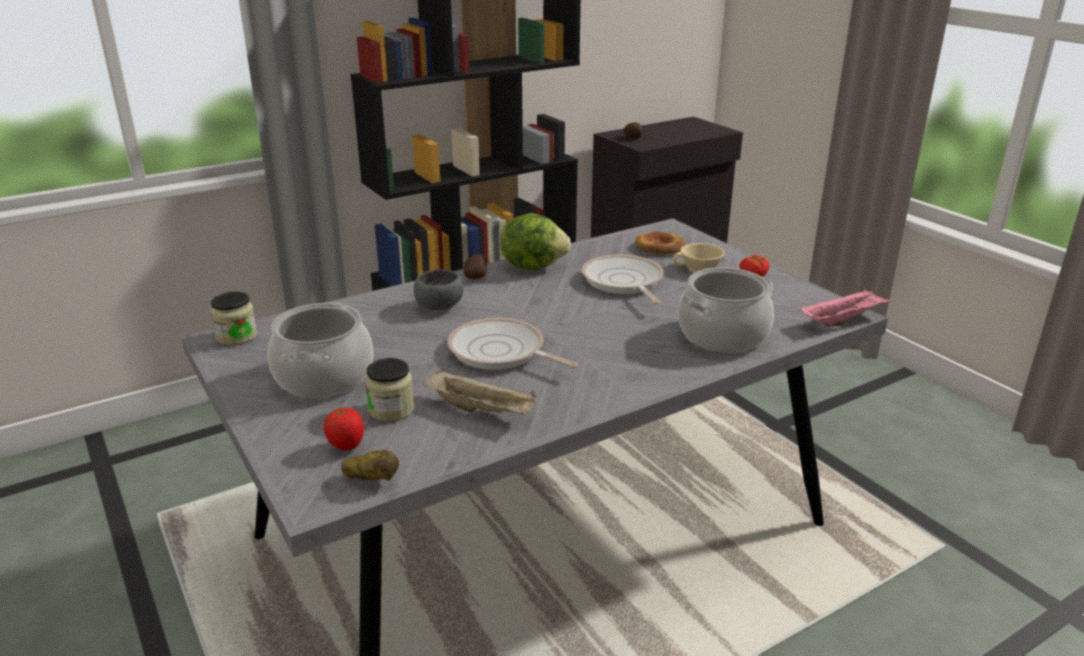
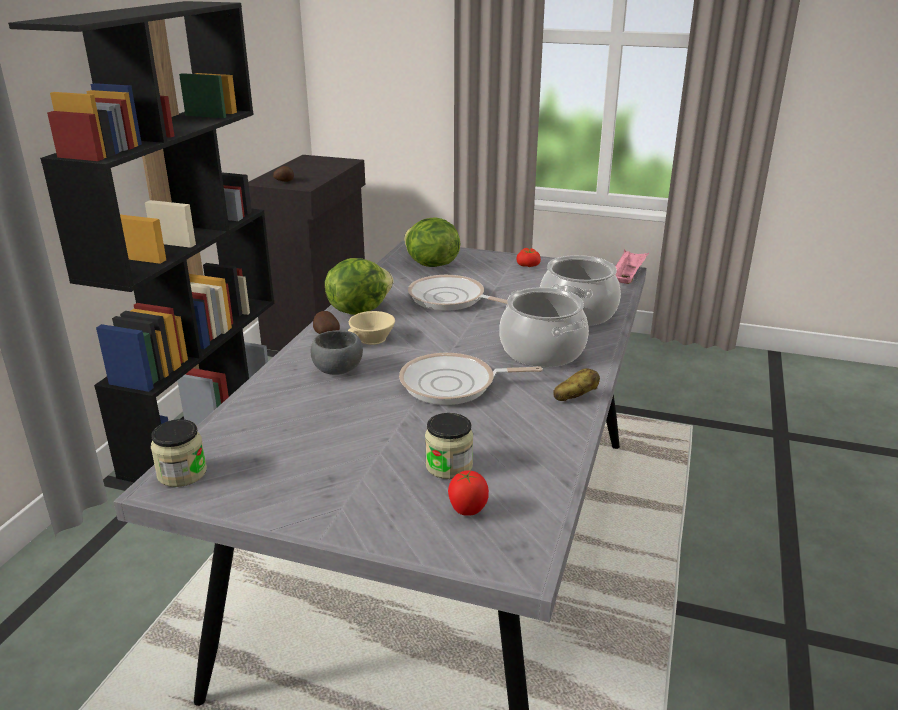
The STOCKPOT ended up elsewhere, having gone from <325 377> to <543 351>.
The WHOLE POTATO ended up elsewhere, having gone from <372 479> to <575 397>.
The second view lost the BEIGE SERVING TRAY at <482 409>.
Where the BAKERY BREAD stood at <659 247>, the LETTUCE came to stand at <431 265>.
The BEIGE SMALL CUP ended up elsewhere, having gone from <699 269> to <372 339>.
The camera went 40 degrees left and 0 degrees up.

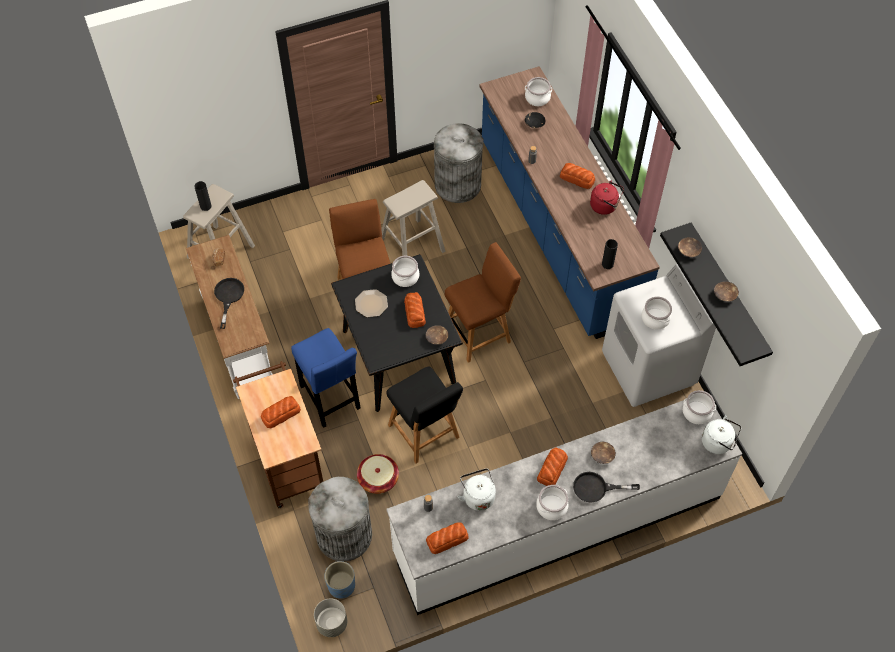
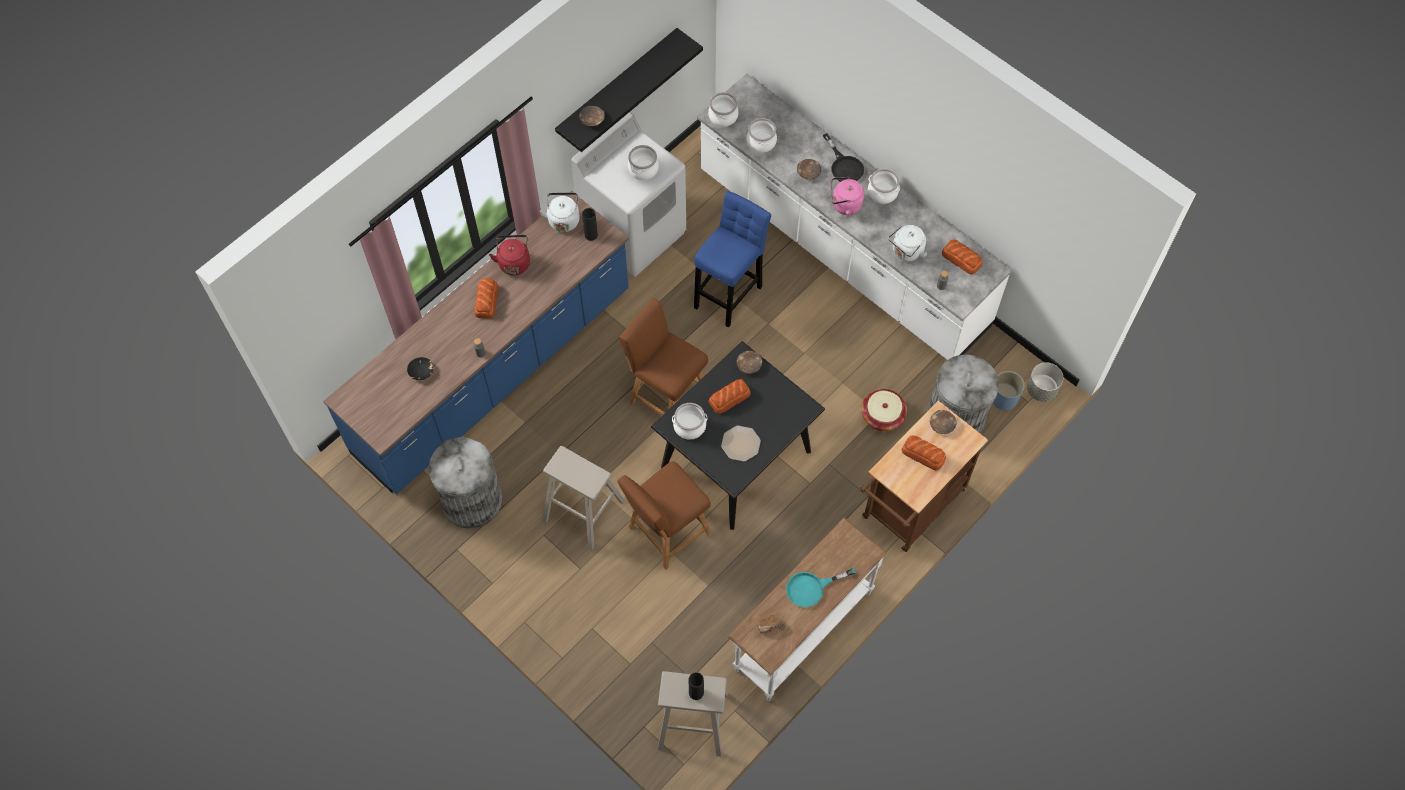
What was the BLACK SKILLET at <228 297> turned into the TURQUOISE-COLOURED SKILLET at <811 588>.
The BLUE STOOL SEAT ended up elsewhere, having gone from <330 400> to <730 293>.
The second view lost the BLACK PLAIN CHAIR at <425 434>.
The STOCKPOT ended up elsewhere, having gone from <537 98> to <761 142>.
Where the BAKERY BREAD stood at <552 468>, the PINKISH WATER KETTLE came to stand at <844 205>.
The WHITE-COLOURED WATER KETTLE ended up elsewhere, having gone from <718 442> to <563 219>.
The BROWN-COLOURED DEEP DISH ended up elsewhere, having gone from <725 294> to <942 424>.
The camera went 115 degrees left and 5 degrees up.

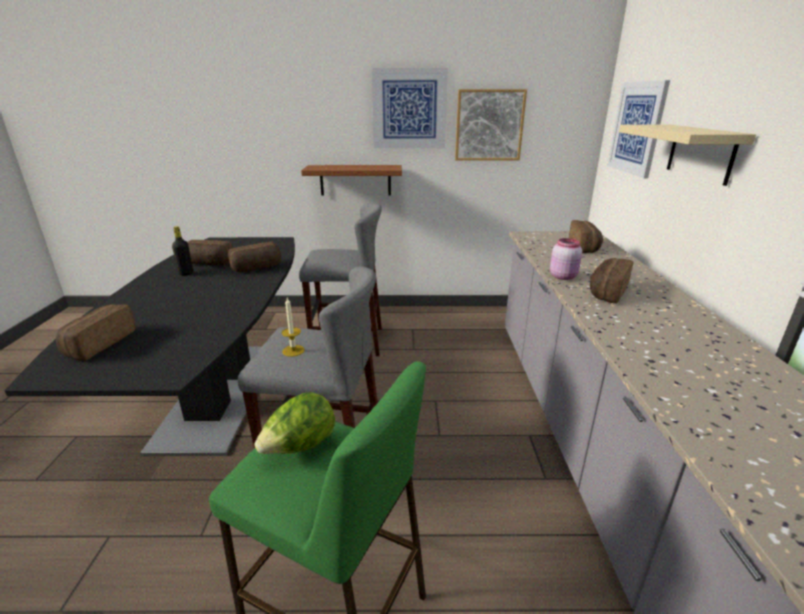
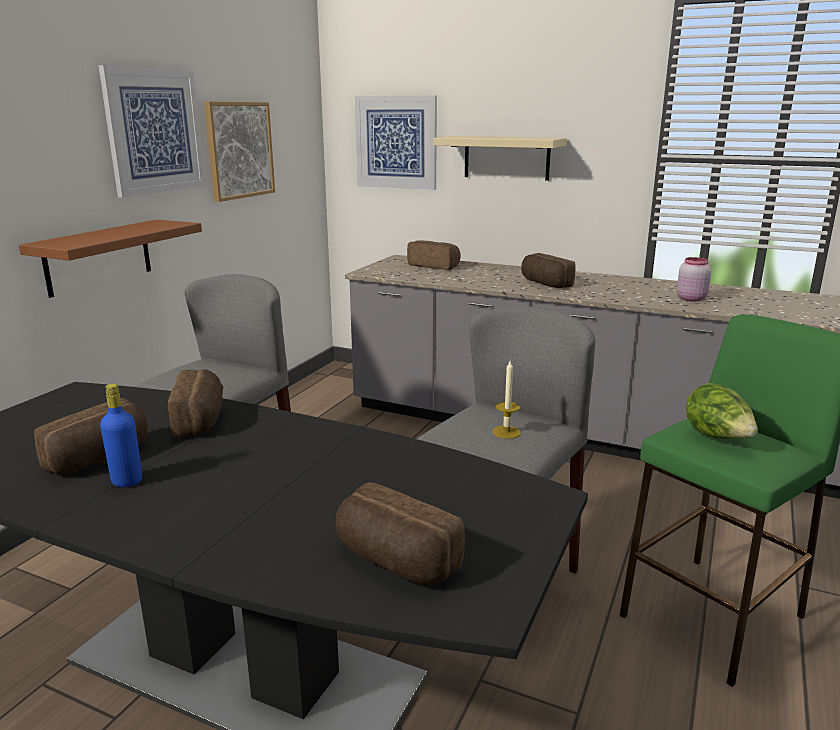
What was the BLACK DRINK BOTTLE at <186 273> turned into the BLUE DRINK BOTTLE at <127 481>.
The PINKISH STORAGE JAR ended up elsewhere, having gone from <563 276> to <690 298>.
The camera went 65 degrees left and 5 degrees down.

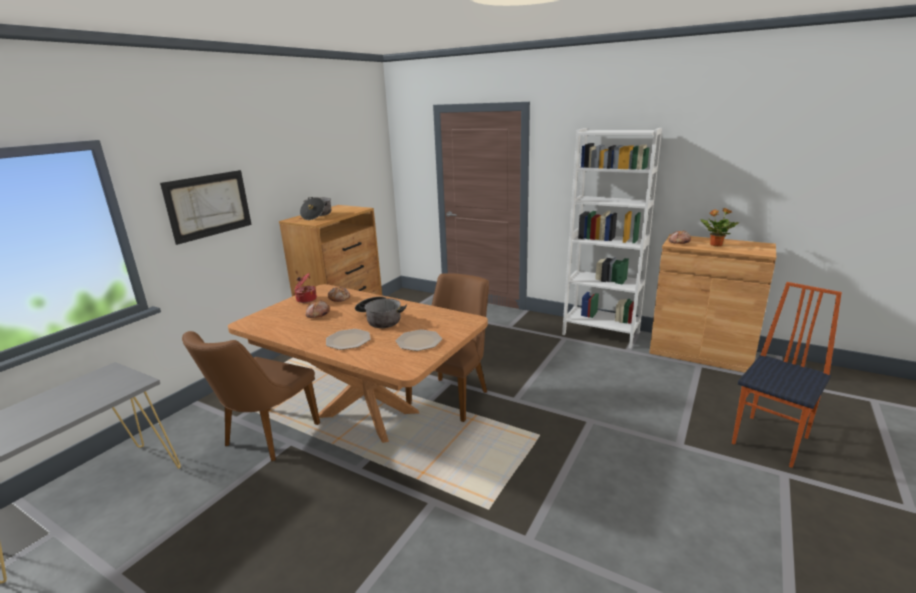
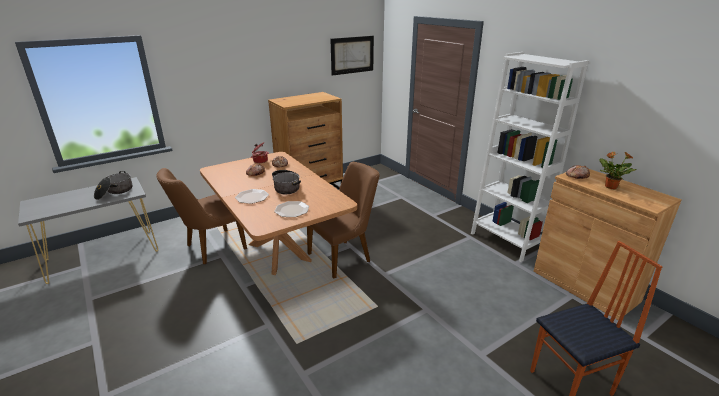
The WALL ART ended up elsewhere, having gone from <209 205> to <352 55>.
The STOCKPOT ended up elsewhere, having gone from <317 215> to <114 192>.
The camera went 25 degrees right and 5 degrees up.

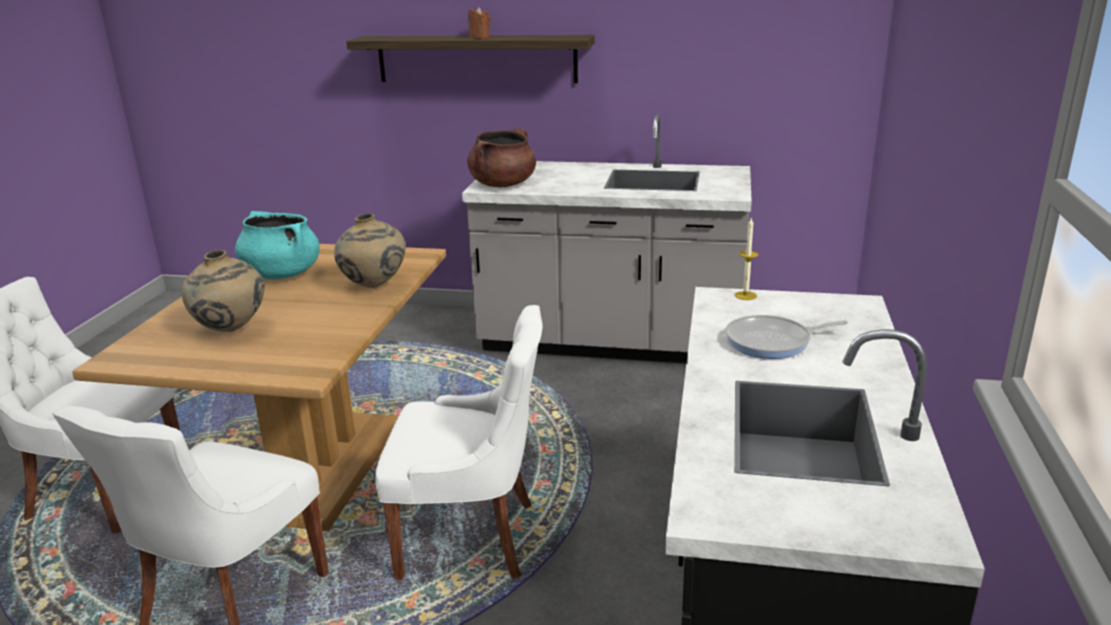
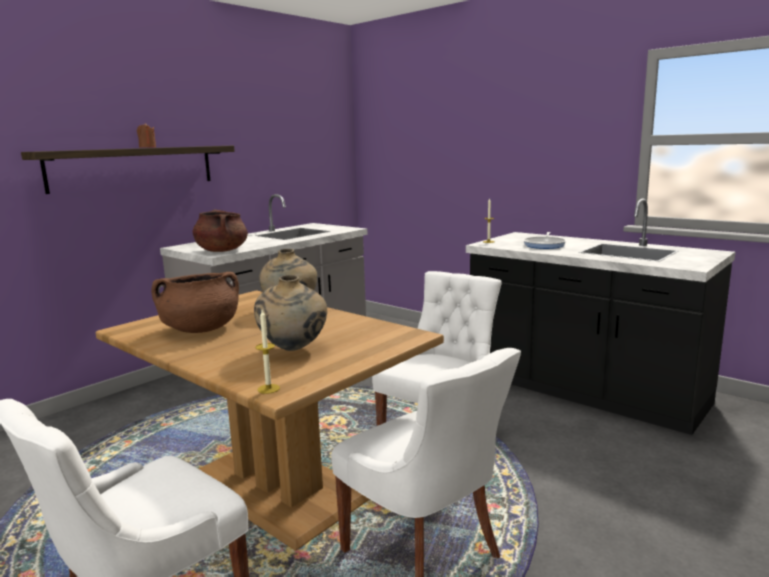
What was the TURQUOISE-COLOURED STOCKPOT at <281 274> turned into the BROWN-COLOURED STOCKPOT at <201 329>.
The second view gained the WAX CANDLE at <268 389>.
The camera went 60 degrees left and 10 degrees down.

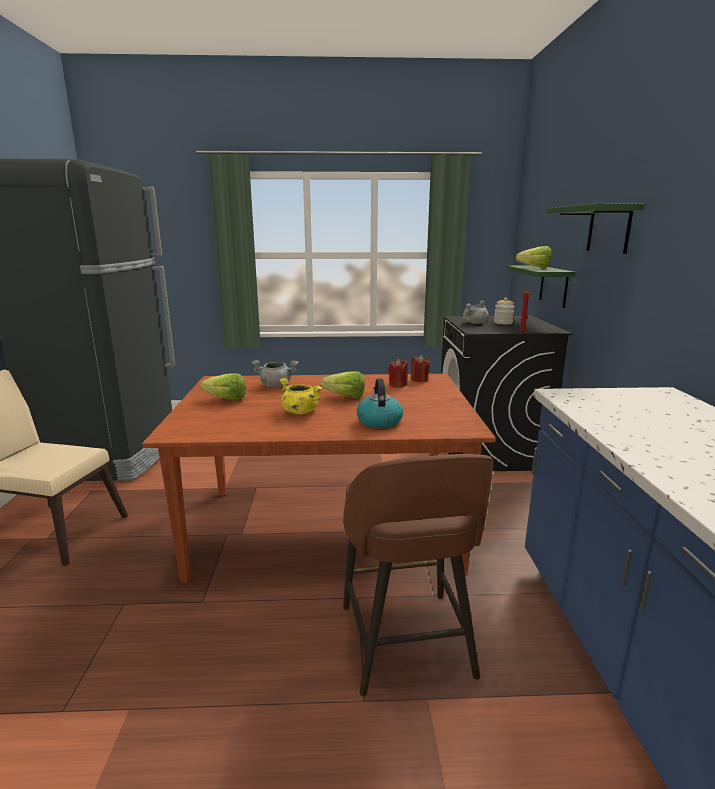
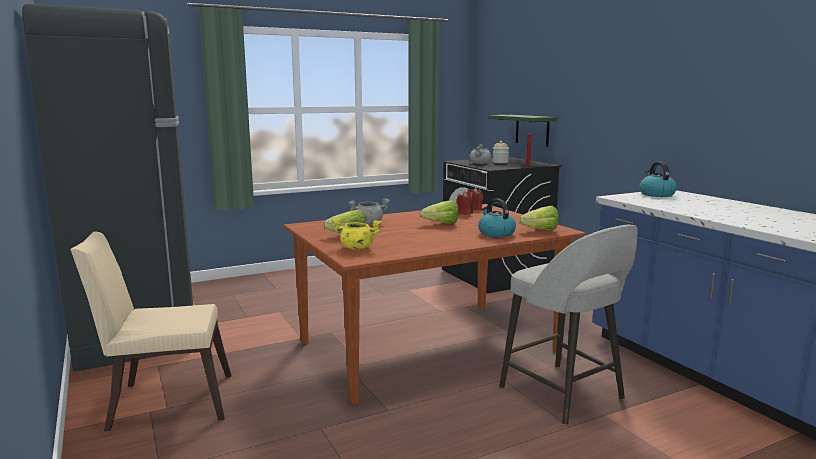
The YELLOW STOCKPOT ended up elsewhere, having gone from <300 412> to <356 248>.
What was the BROWN-COLOURED STOOL SEAT at <406 644> turned into the GREYISH STOOL SEAT at <564 394>.
The LETTUCE ended up elsewhere, having gone from <532 267> to <536 231>.
The second view lost the GREEN BRACKET SHELF at <609 229>.
The second view gained the WATER KETTLE at <656 194>.
The camera went 25 degrees left and 5 degrees down.

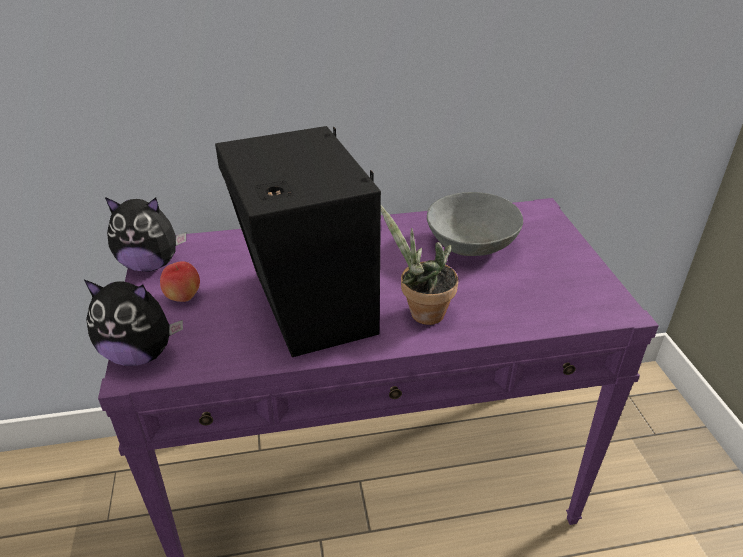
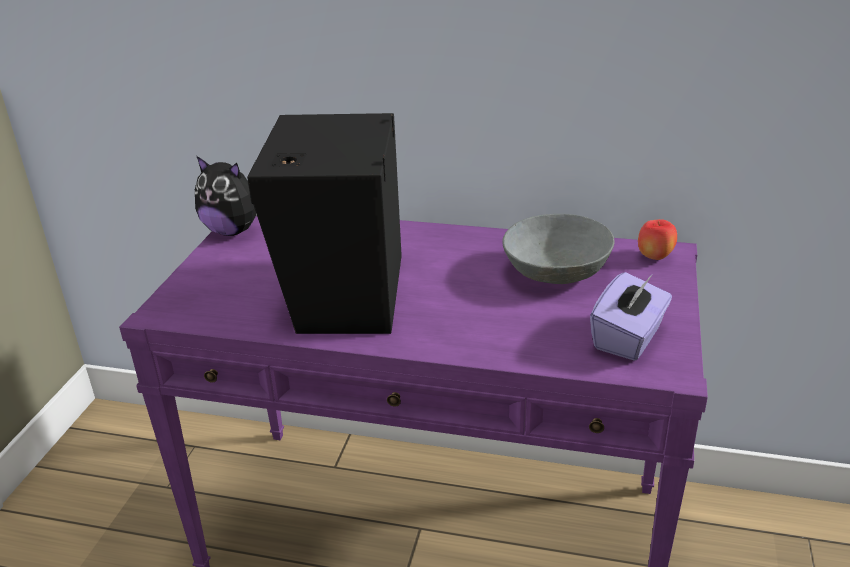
The second view lost the CUDDLY TOY at <140 354>.
The APPLE ended up elsewhere, having gone from <183 298> to <654 257>.
The second view lost the HOUSEPLANT at <421 313>.
The second view gained the PURPLE-COLOURED TISSUE HOLDER at <628 338>.
The camera went 25 degrees right and 5 degrees down.

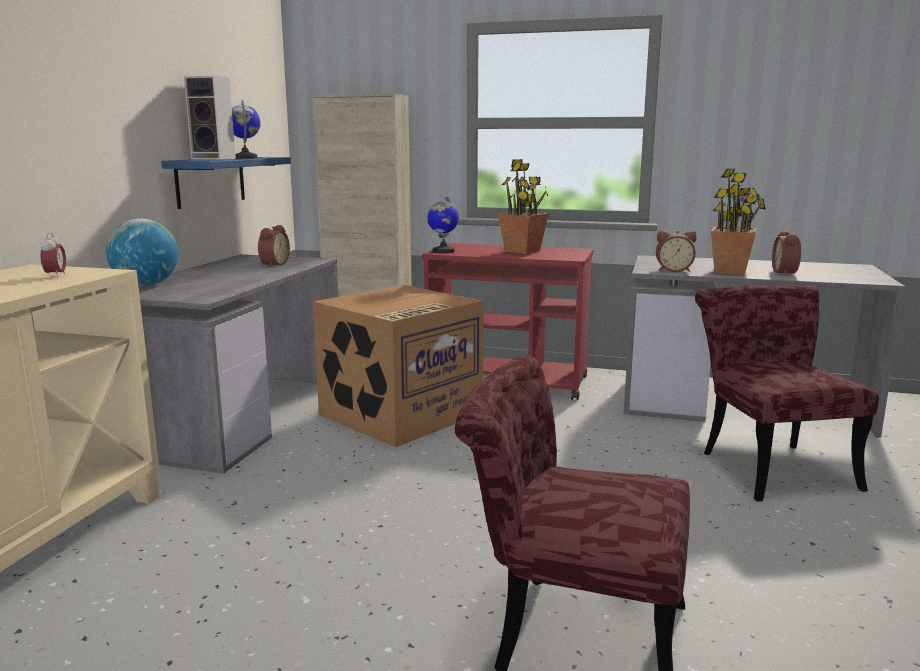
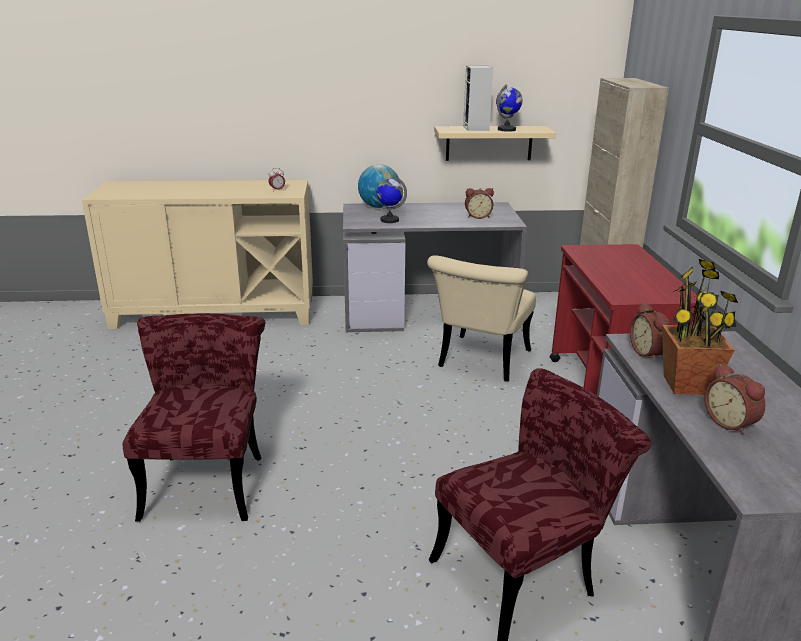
What was the BLUE BRACKET SHELF at <211 181> turned into the BEIGE BRACKET SHELF at <489 143>.
Where the CARTON stood at <400 415>, the BEIGE PLAIN CHAIR came to stand at <480 363>.
The WORLD GLOBE ended up elsewhere, having gone from <443 251> to <389 220>.
The second view lost the HOUSEPLANT at <522 251>.
The TABLE CLOCK at <786 273> ended up facing another way, 105 degrees counterclockwise from before.
The camera went 70 degrees right and 10 degrees up.

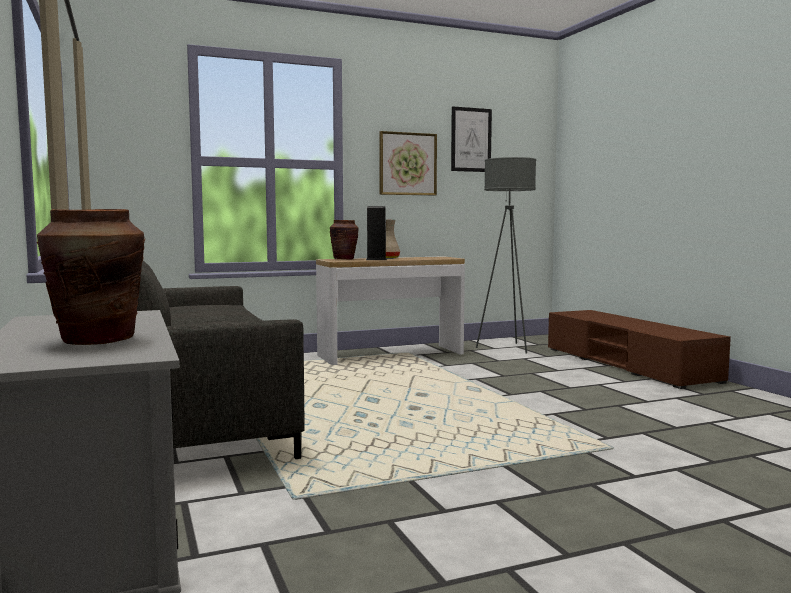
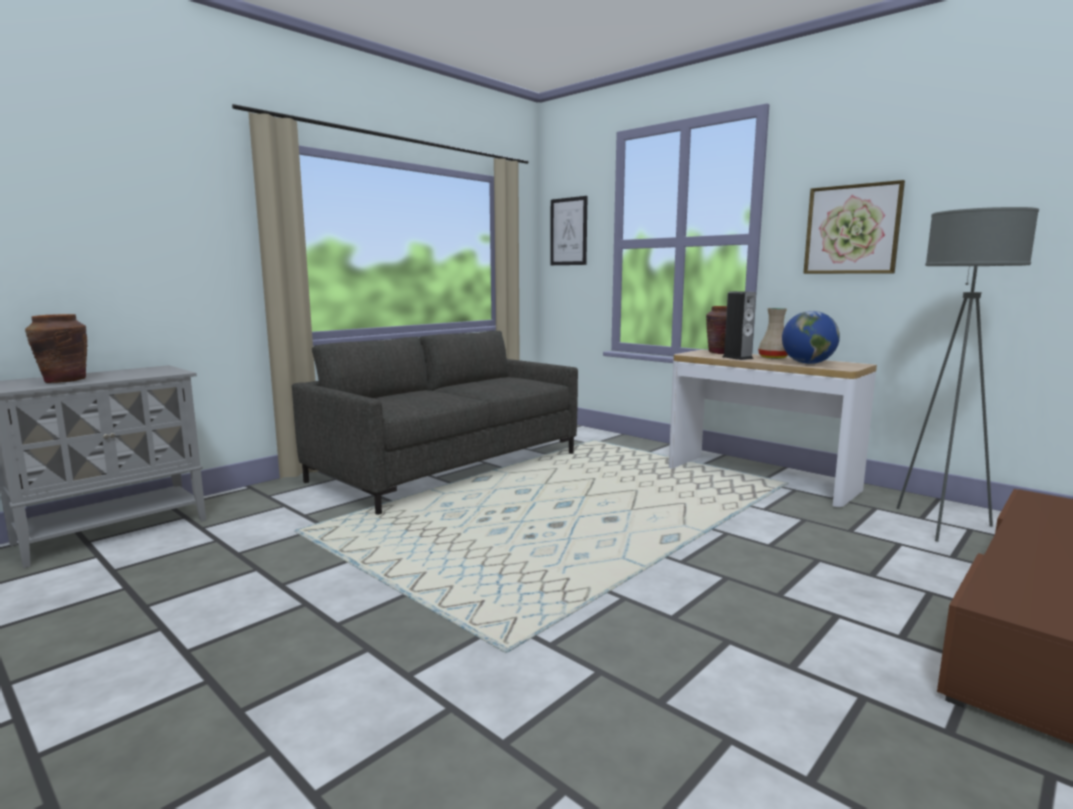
The WALL ART ended up elsewhere, having gone from <471 139> to <568 231>.
The second view gained the WORLD GLOBE at <808 363>.
The camera went 65 degrees right and 5 degrees up.

